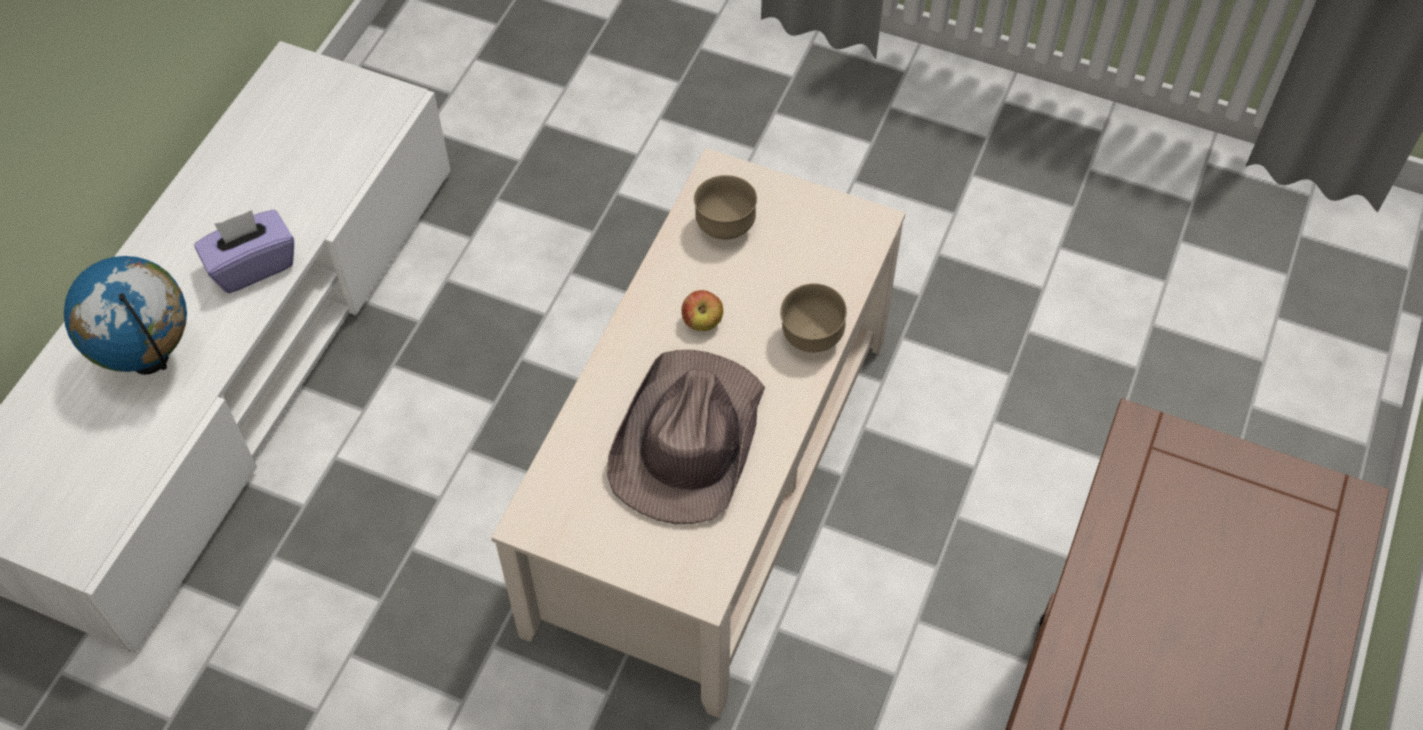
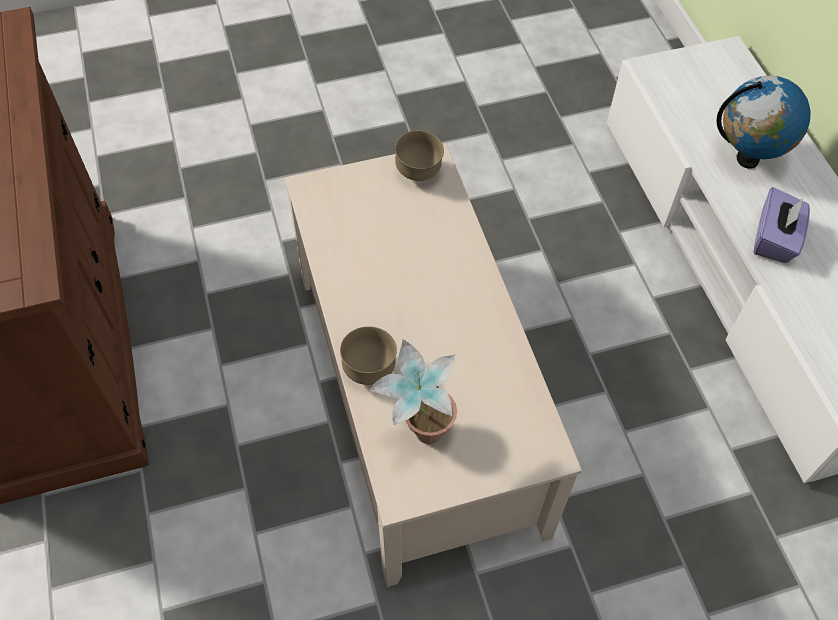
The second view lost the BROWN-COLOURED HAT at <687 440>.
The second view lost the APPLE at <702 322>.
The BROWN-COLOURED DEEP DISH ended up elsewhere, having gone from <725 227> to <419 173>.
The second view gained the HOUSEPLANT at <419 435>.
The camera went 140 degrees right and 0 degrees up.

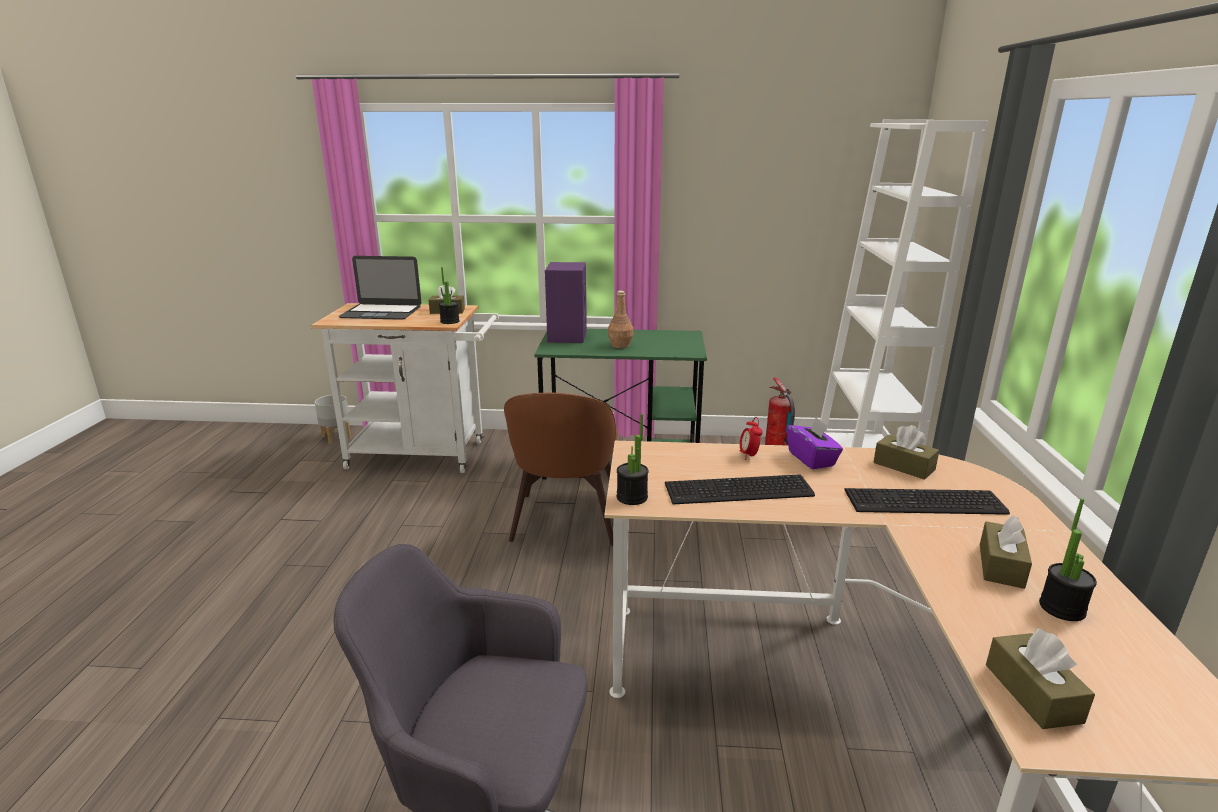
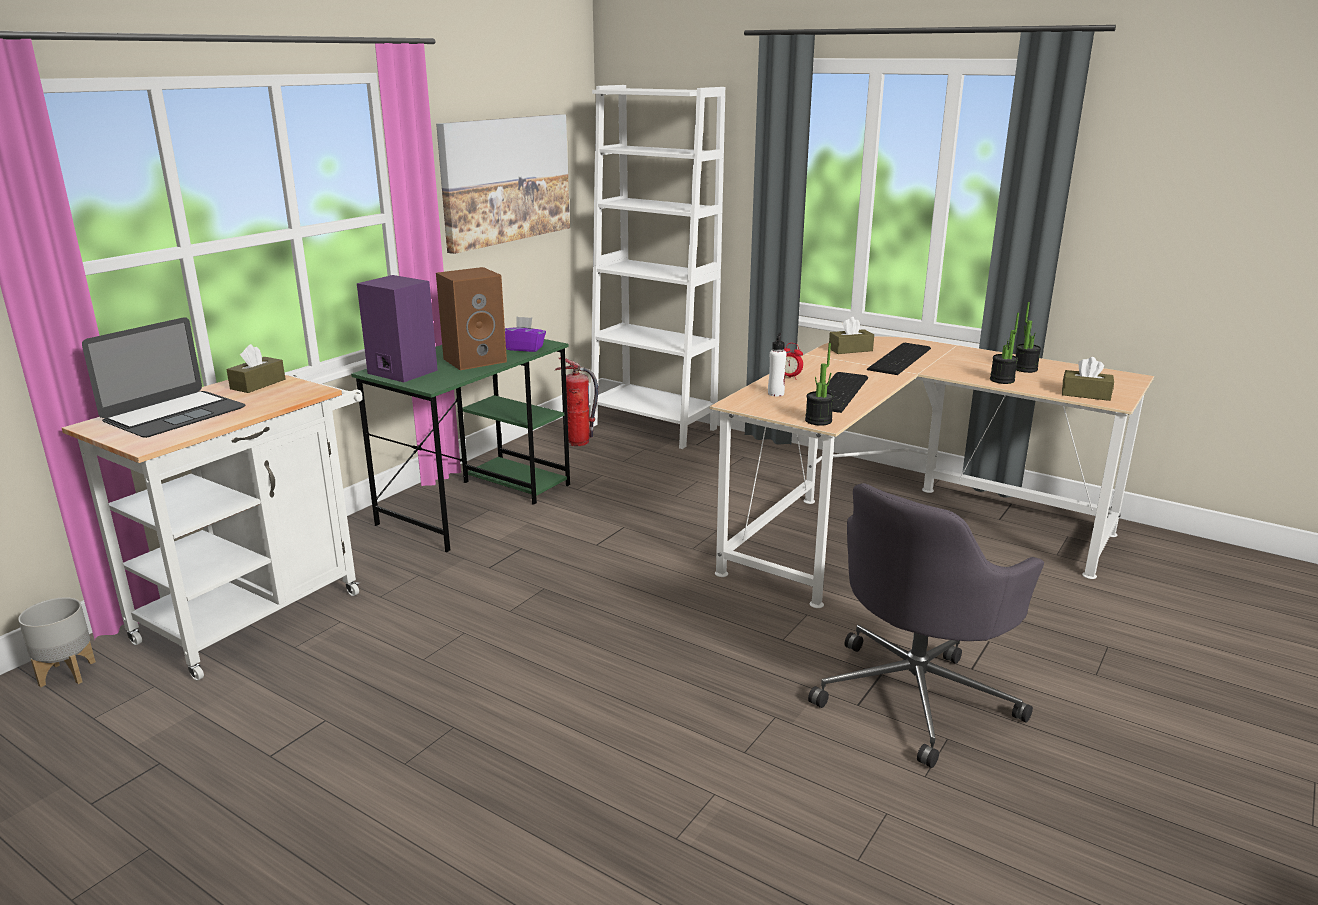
The HOUSEPLANT ended up elsewhere, having gone from <450 321> to <1002 380>.
The second view lost the BROWN-COLOURED PLAIN CHAIR at <566 522>.
Where the BROWN-COLOURED DRINK BOTTLE stood at <620 345>, the BROWN-COLOURED AUDIO SPEAKER came to stand at <475 360>.
The PURPLE-COLOURED TISSUE HOLDER ended up elsewhere, having gone from <812 459> to <524 348>.
The second view lost the BROWN-COLOURED TISSUE HOLDER at <1001 566>.
The second view gained the WALL ART at <505 180>.
The second view gained the WHITE-COLOURED DRINK BOTTLE at <776 393>.
The camera went 60 degrees left and 0 degrees up.

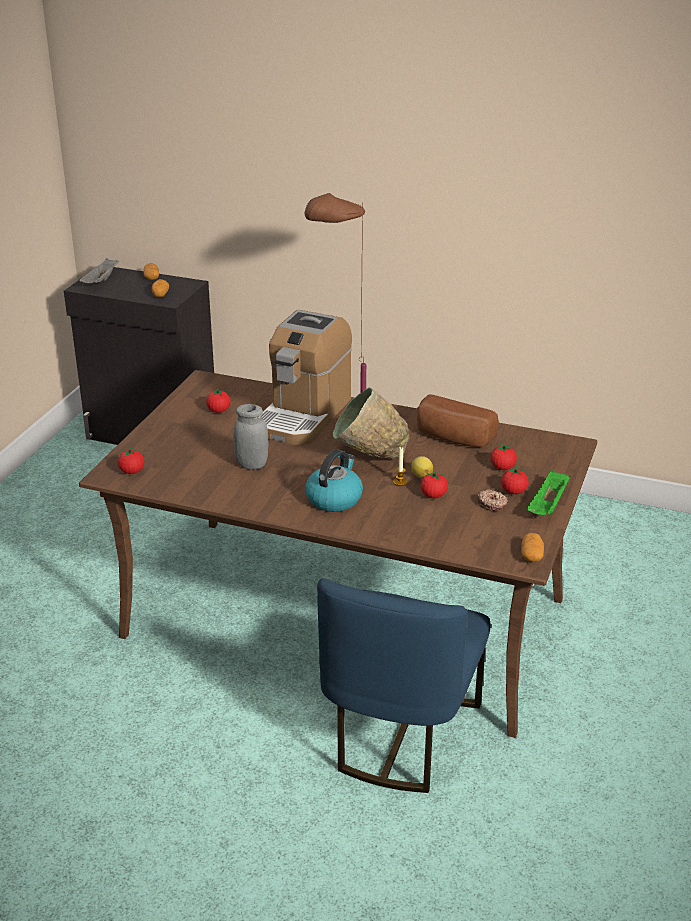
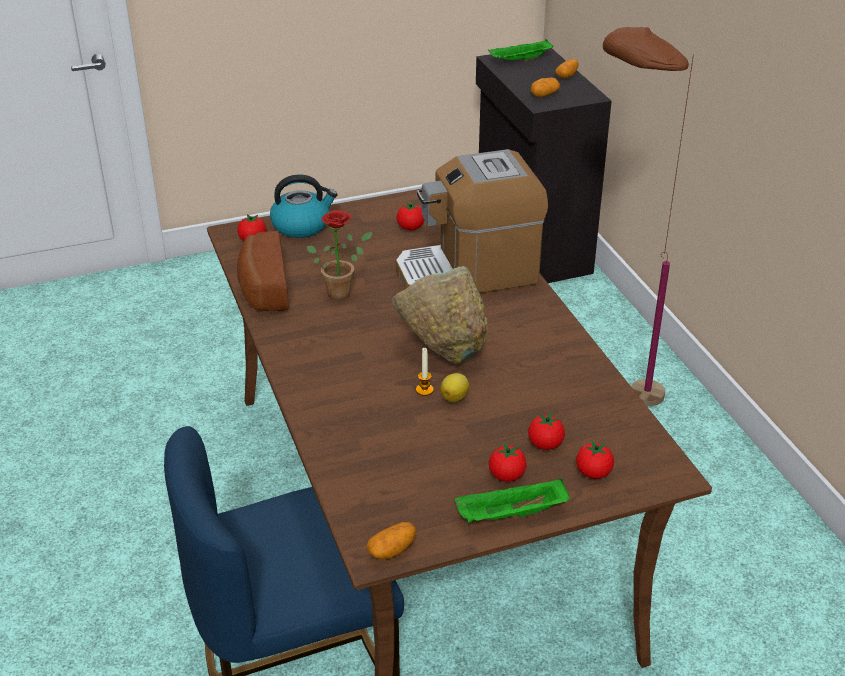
What was the GREYISH SERVING TRAY at <101 281> turned into the GREEN SERVING TRAY at <520 61>.
Where the GREYISH STORAGE JAR stood at <252 464>, the HOUSEPLANT came to stand at <342 291>.
The WATER KETTLE ended up elsewhere, having gone from <334 498> to <302 225>.
The BAKERY BREAD ended up elsewhere, having gone from <452 438> to <262 289>.
The WHOLE TOMATO ended up elsewhere, having gone from <433 495> to <593 473>.
The second view lost the RING DOUGHNUT at <492 504>.
The camera went 50 degrees right and 5 degrees up.

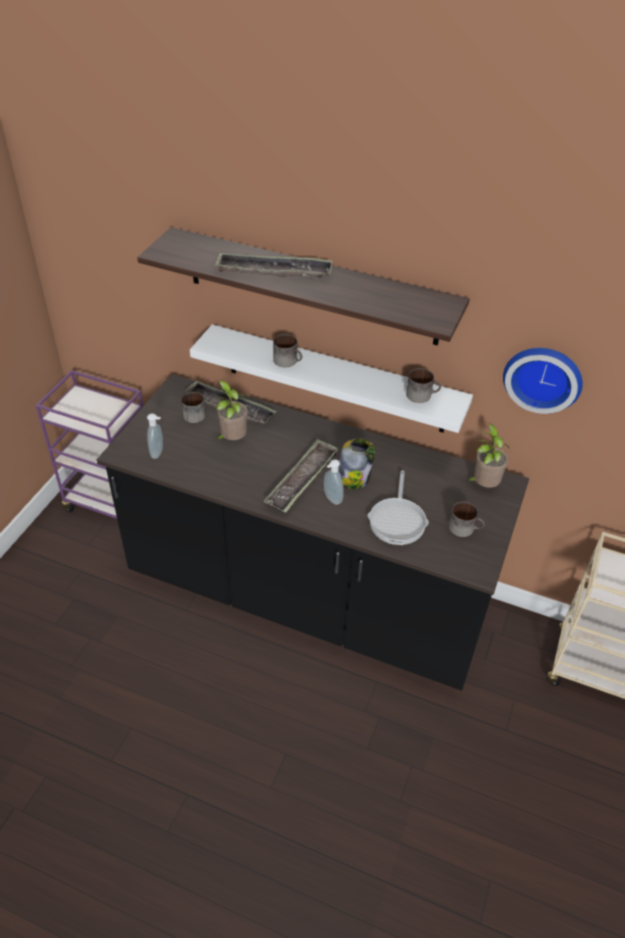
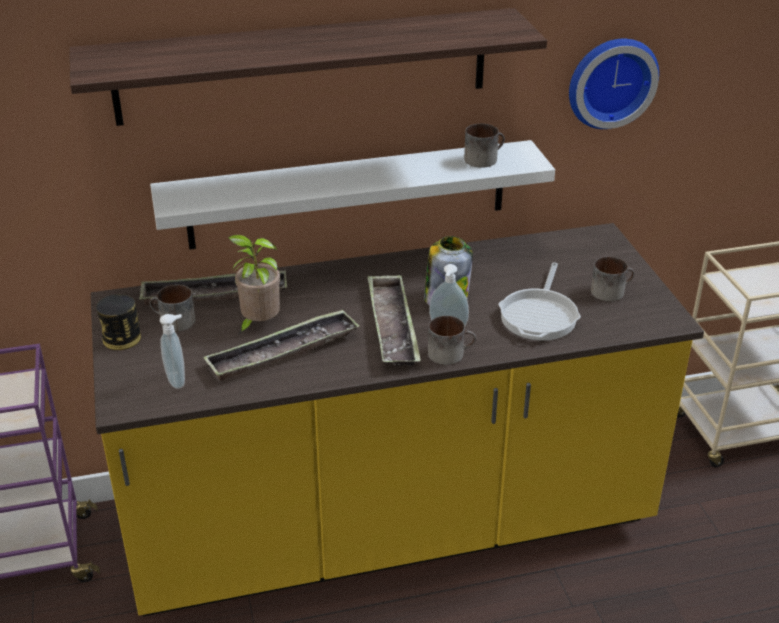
What was the BLACK COUNTER at <307 595> turned into the YELLOW COUNTER at <389 524>.
The SERVING TRAY ended up elsewhere, having gone from <274 271> to <283 352>.
The MUG ended up elsewhere, having gone from <288 361> to <450 353>.
The SKILLET at <397 520> ended up facing another way, 45 degrees clockwise from before.
The second view lost the HOUSEPLANT at <483 485>.
The second view gained the SEALED CAN at <122 338>.
The camera went 35 degrees left and 10 degrees down.

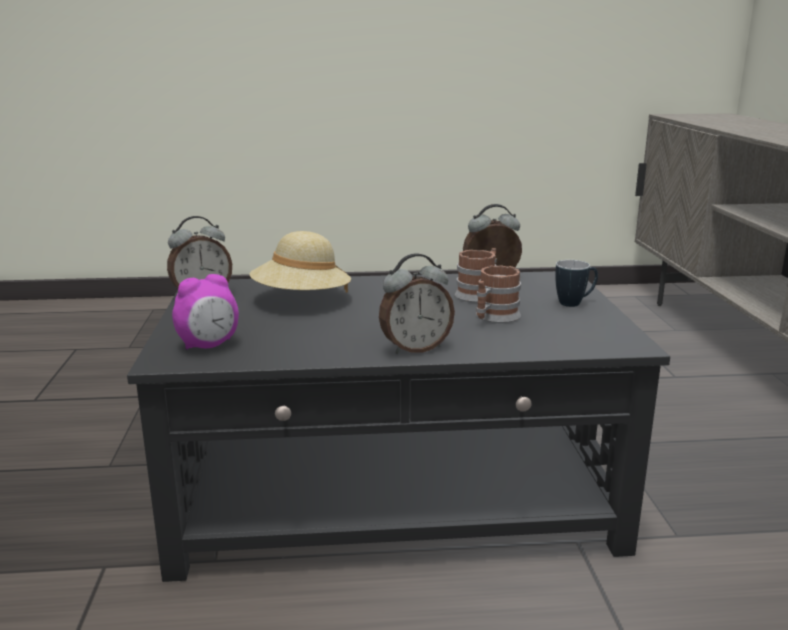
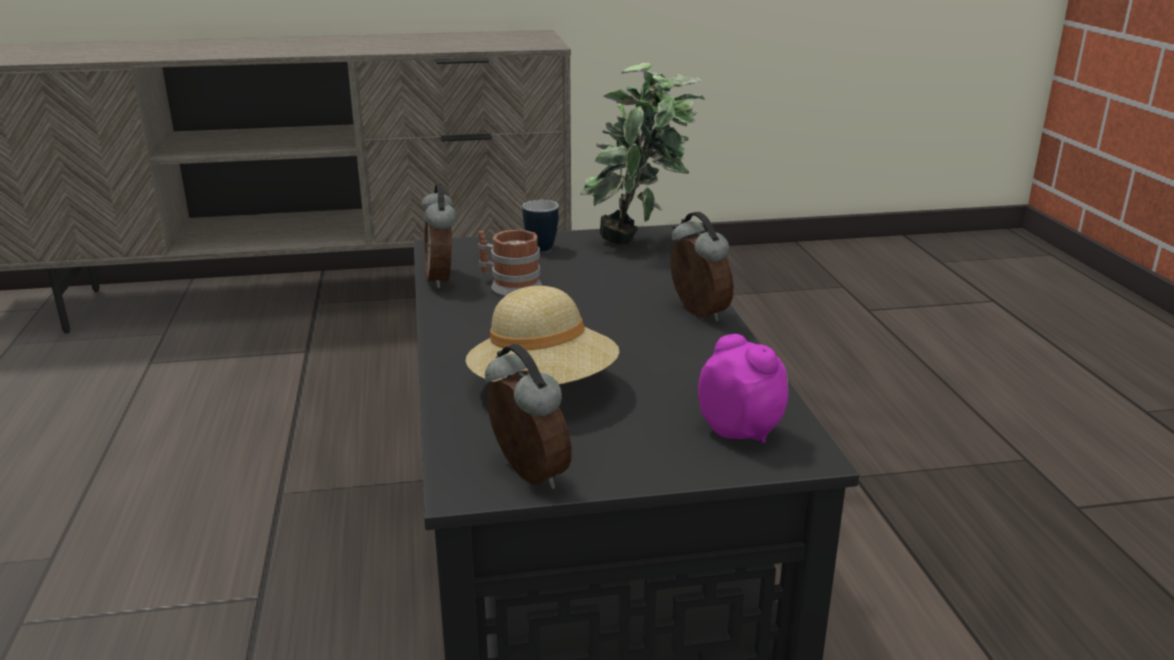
The second view lost the MUG at <493 318>.
The second view gained the HOUSEPLANT at <639 244>.
The camera went 95 degrees left and 5 degrees up.

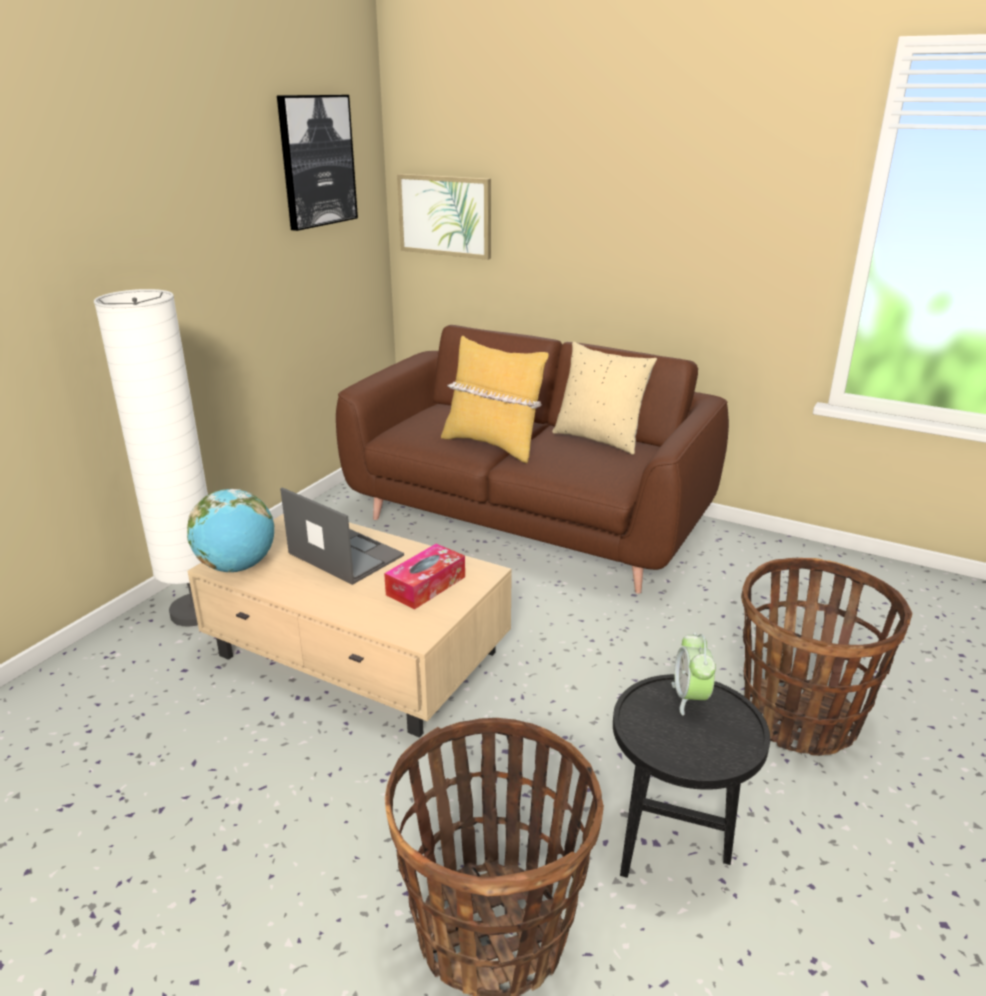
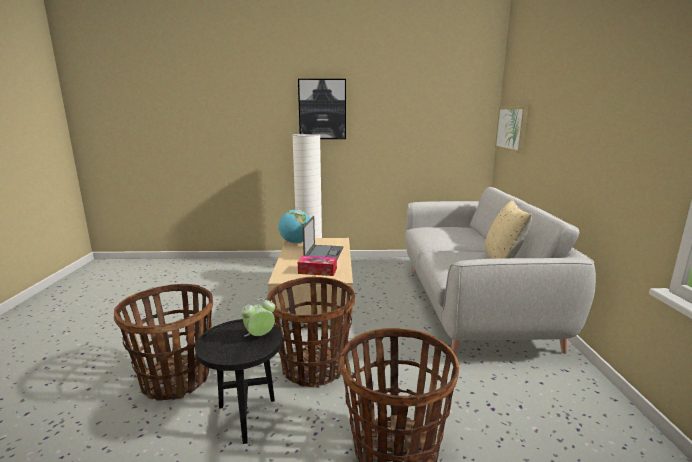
The WALL ART ended up elsewhere, having gone from <317 161> to <322 109>.
What was the BROWN-COLOURED SETTEE at <529 521> turned into the GREYISH SETTEE at <472 303>.
The second view lost the YELLOW PILLOW at <492 445>.
The second view gained the STORAGE BASKET at <313 368>.
The camera went 60 degrees right and 10 degrees down.

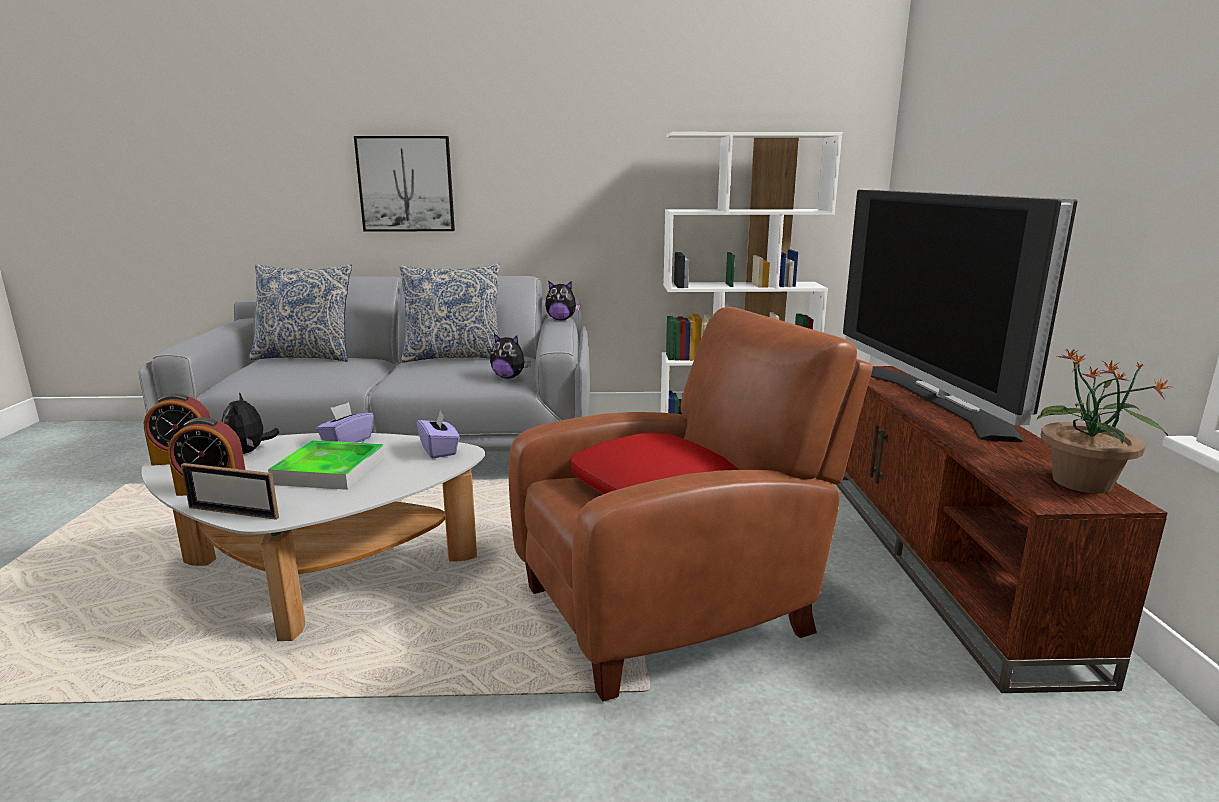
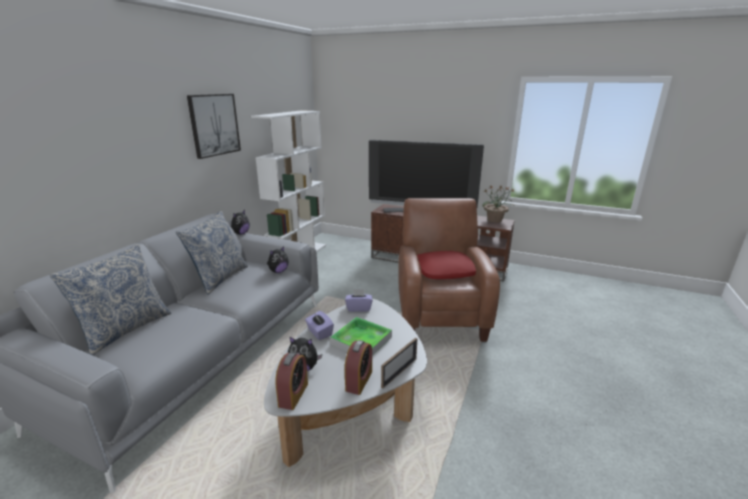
The WALL ART ended up elsewhere, having gone from <406 184> to <214 125>.
The camera went 65 degrees left and 5 degrees up.

